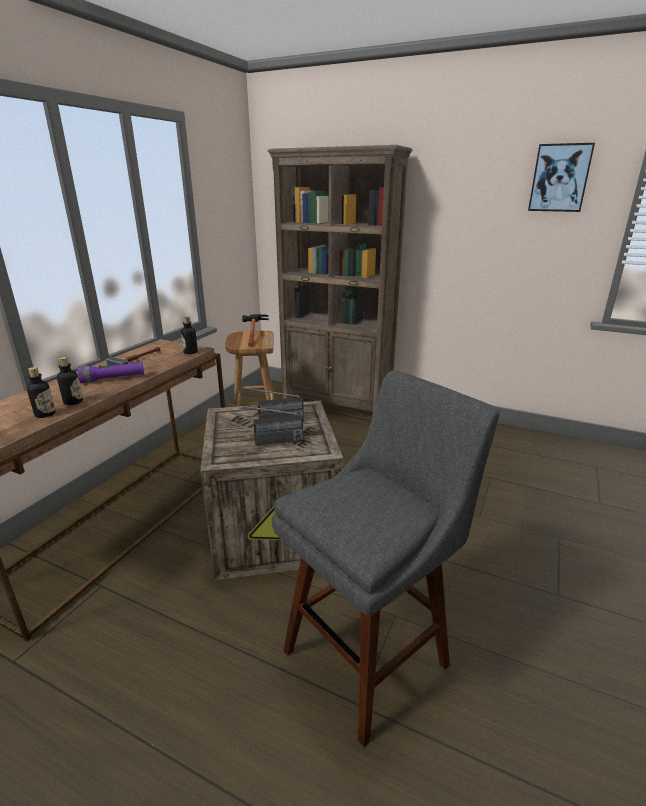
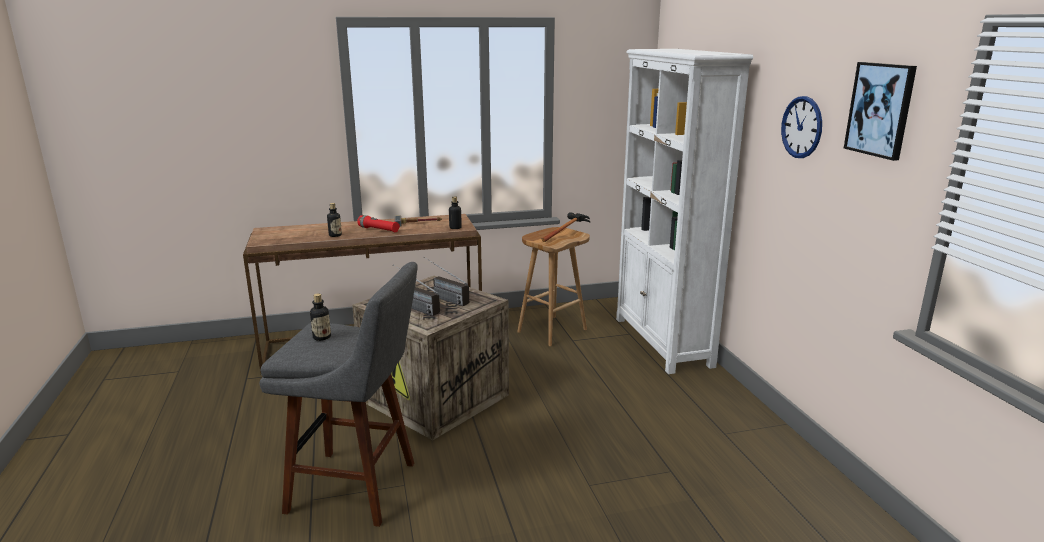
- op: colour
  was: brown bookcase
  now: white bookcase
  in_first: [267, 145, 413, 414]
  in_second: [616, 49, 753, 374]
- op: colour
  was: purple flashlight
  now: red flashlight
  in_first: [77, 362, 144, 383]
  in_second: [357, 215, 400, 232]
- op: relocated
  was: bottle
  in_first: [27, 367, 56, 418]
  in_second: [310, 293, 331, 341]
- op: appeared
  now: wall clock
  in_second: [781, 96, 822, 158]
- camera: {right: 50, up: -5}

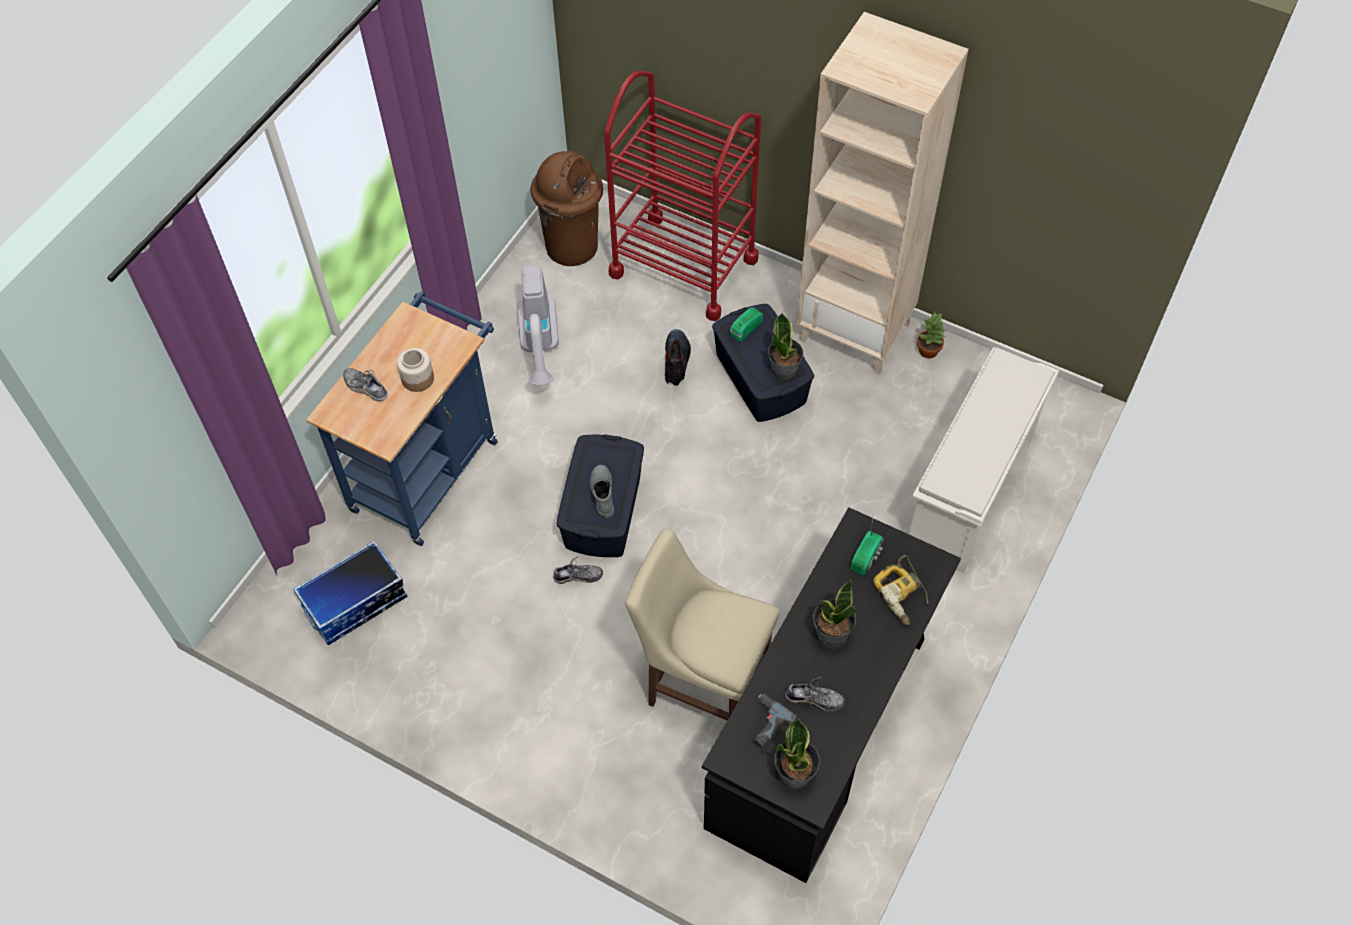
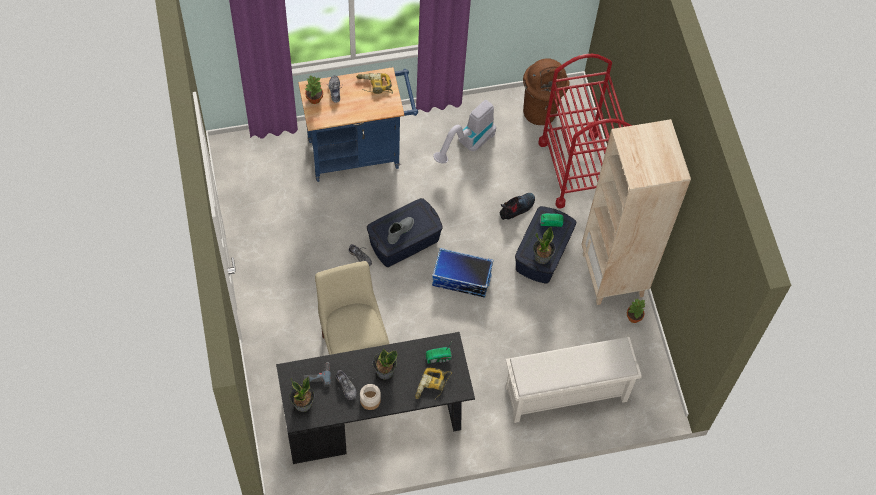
- op: relocated
  was: jar
  in_first: [397, 348, 434, 392]
  in_second: [360, 384, 381, 410]
- op: relocated
  was: storage box
  in_first: [293, 540, 407, 645]
  in_second: [432, 248, 493, 298]
- op: appeared
  now: power drill
  in_second: [356, 73, 393, 94]
- op: appeared
  now: potted plant
  in_second: [305, 76, 323, 104]
- camera: {right: 45, up: 5}

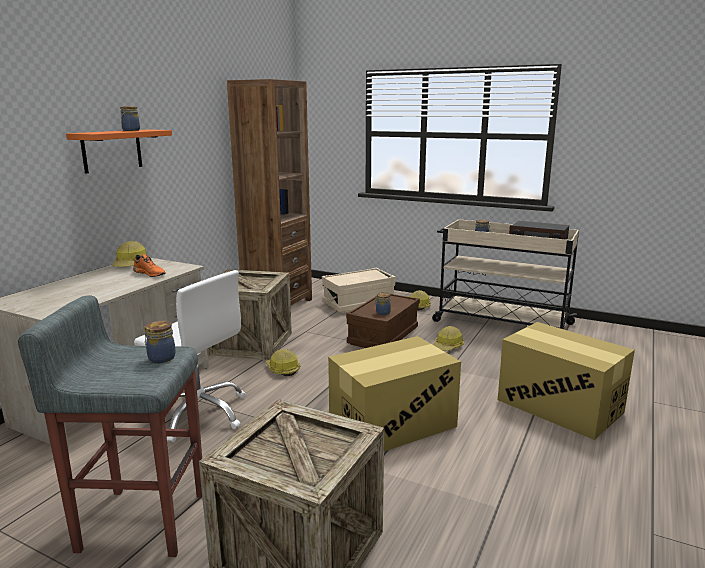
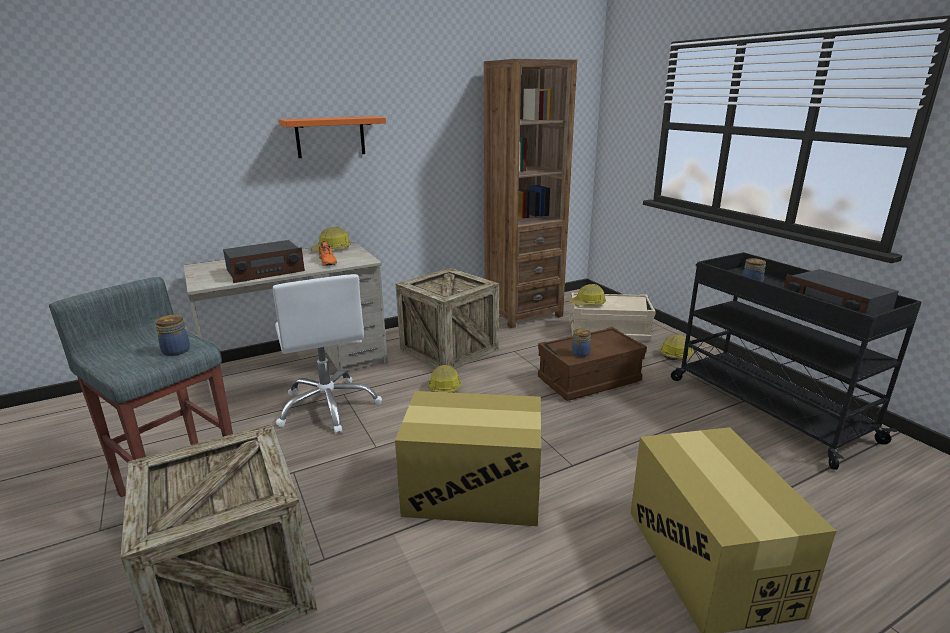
- op: missing
  was: jar
  in_first: [120, 106, 140, 131]
- op: colour
  was: beige cart
  now: black cart
  in_first: [432, 219, 579, 329]
  in_second: [671, 252, 922, 470]
- op: relocated
  was: hard hat
  in_first: [433, 326, 464, 351]
  in_second: [569, 284, 606, 306]
- op: appeared
  now: radio
  in_second: [223, 240, 305, 283]
- camera: {right: 35, up: 5}

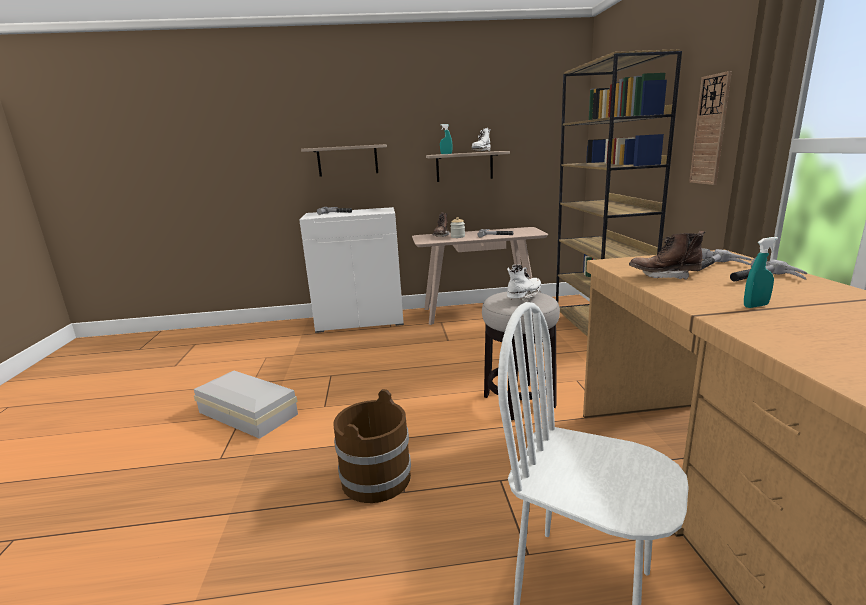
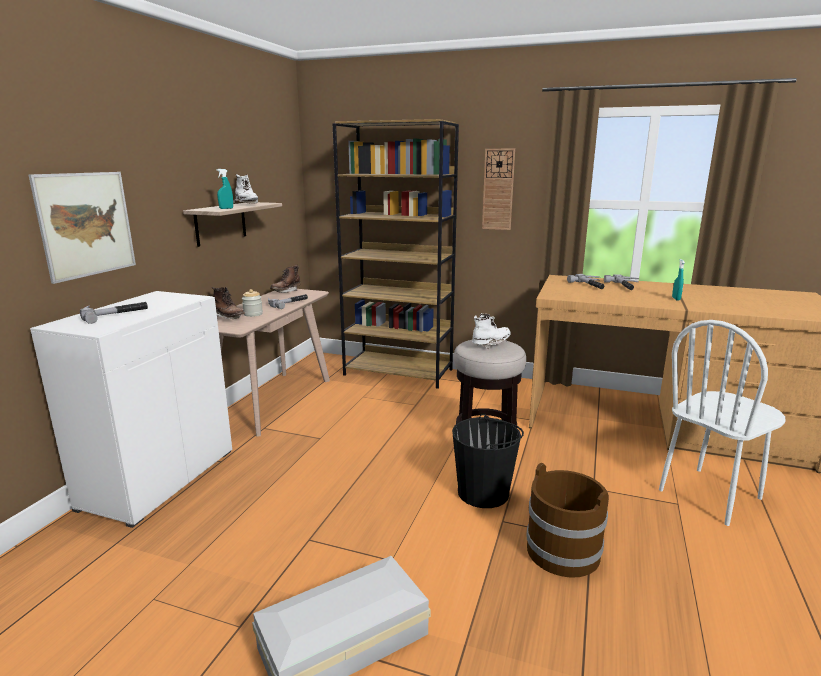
- op: exchanged
  was: shelf
  now: picture
  in_first: [301, 144, 387, 177]
  in_second: [28, 172, 136, 284]
- op: relocated
  was: brown boot
  in_first: [629, 231, 705, 280]
  in_second: [270, 265, 301, 293]
- op: spun
  was: white boot
  in_first: [507, 265, 541, 302]
  in_second: [472, 313, 510, 349]
  clockwise: 75
- op: appeared
  now: black bucket
  in_second: [452, 414, 524, 508]
- camera: {right: -65, up: 0}

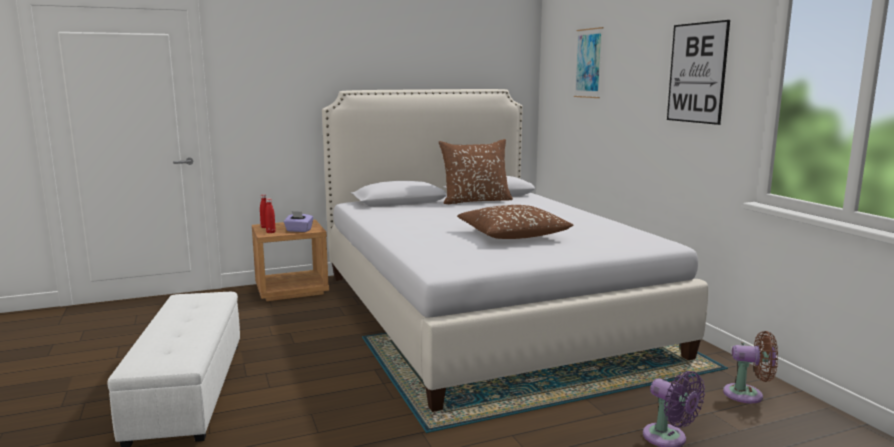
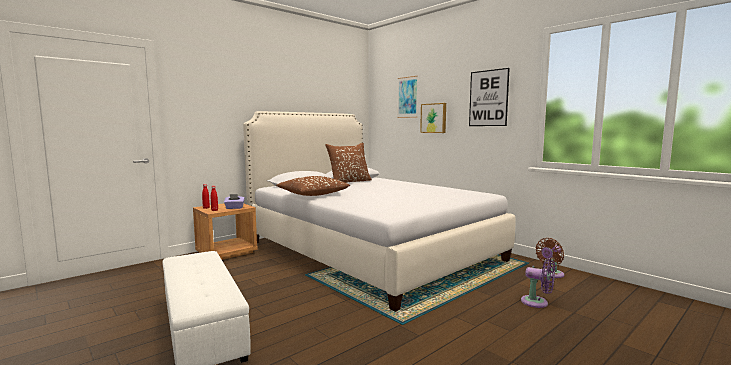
- op: relocated
  was: brown pillow
  in_first: [457, 205, 573, 239]
  in_second: [276, 176, 350, 196]
- op: spun
  was: brown fan
  in_first: [723, 331, 778, 403]
  in_second: [535, 238, 565, 278]
  clockwise: 150
- op: appeared
  now: picture
  in_second: [420, 103, 446, 133]
- camera: {right: -20, up: -5}

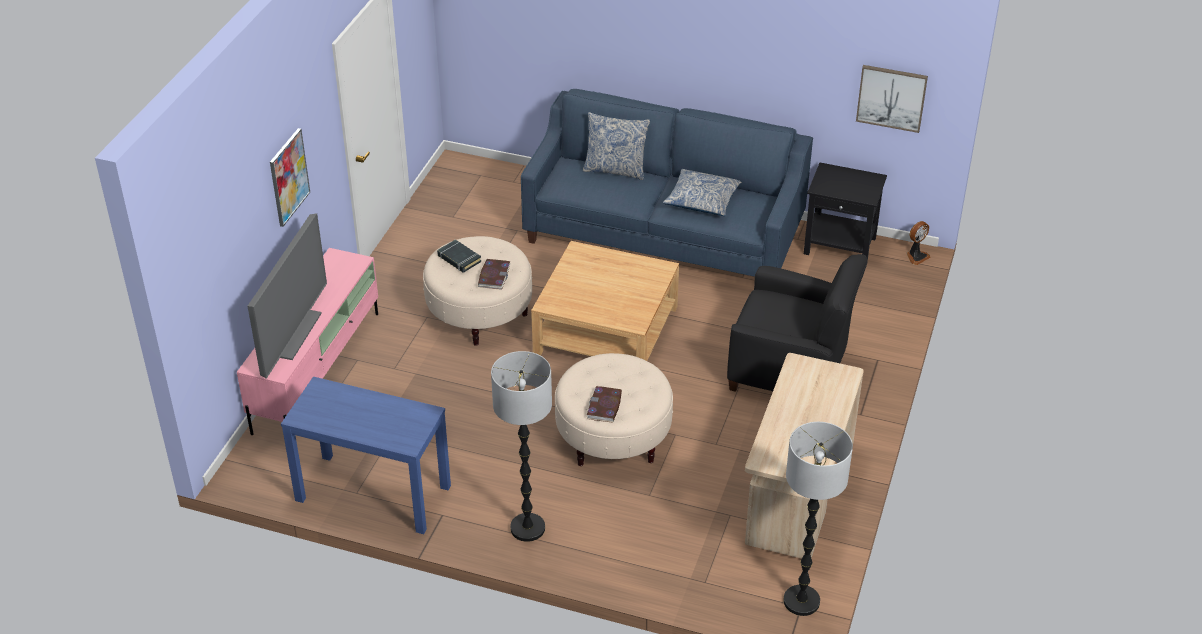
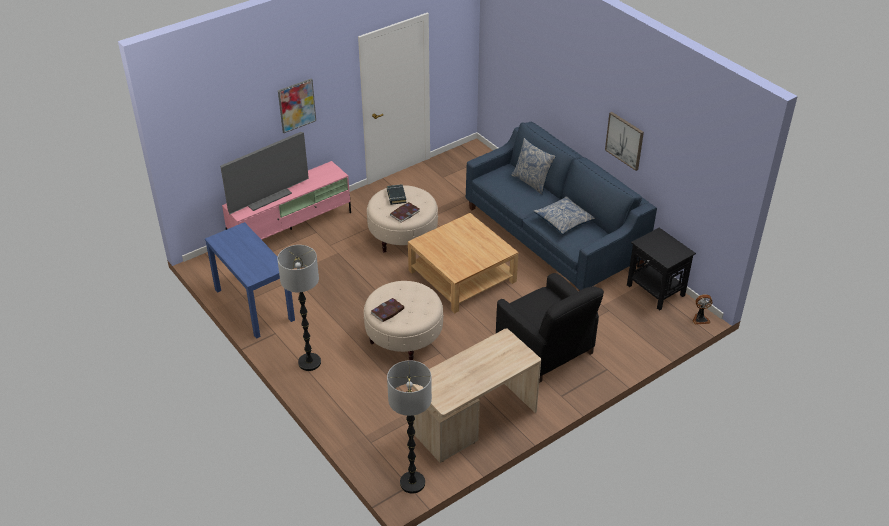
- op: relocated
  was: picture
  in_first: [856, 65, 928, 133]
  in_second: [605, 112, 644, 171]
- camera: {right: 35, up: 0}

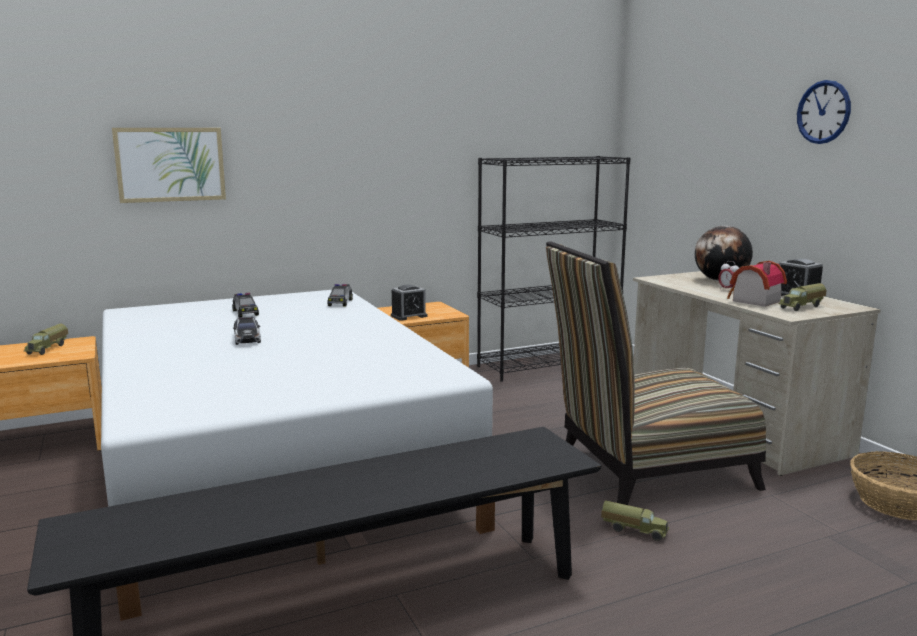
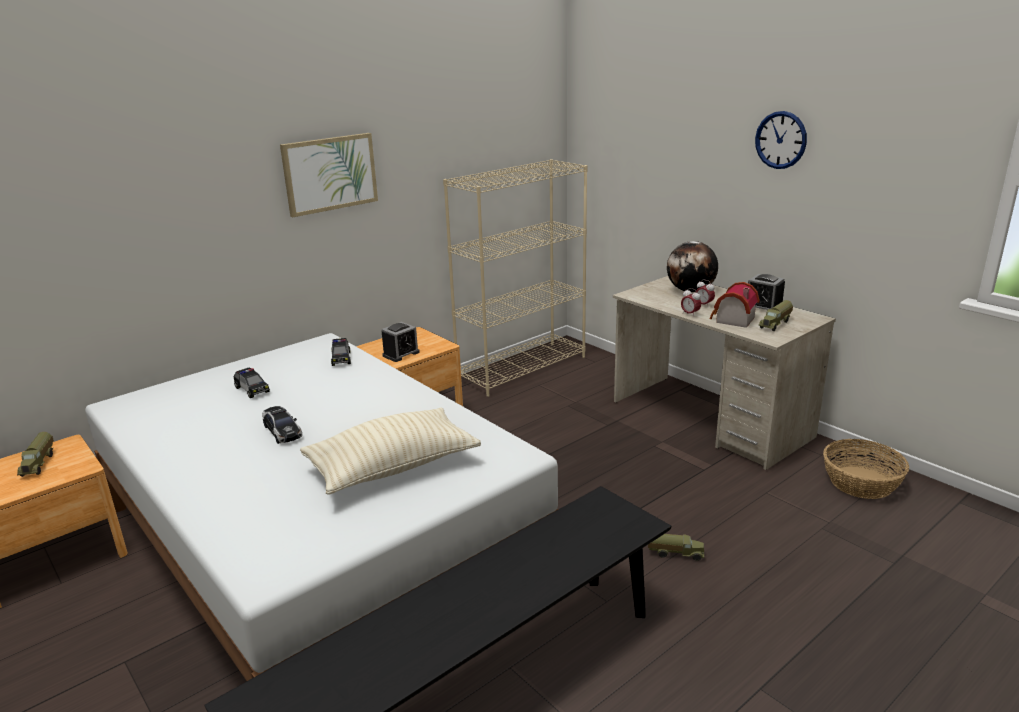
- op: relocated
  was: picture
  in_first: [112, 128, 226, 203]
  in_second: [280, 133, 378, 217]
- op: colour
  was: black bookcase
  now: beige bookcase
  in_first: [477, 156, 630, 382]
  in_second: [443, 159, 588, 397]
- op: missing
  was: chair
  in_first: [546, 241, 766, 505]
- op: appeared
  now: alarm clock
  in_second: [681, 288, 701, 315]
- op: appeared
  now: beige pillow
  in_second: [300, 407, 481, 495]
- camera: {right: -15, up: 10}

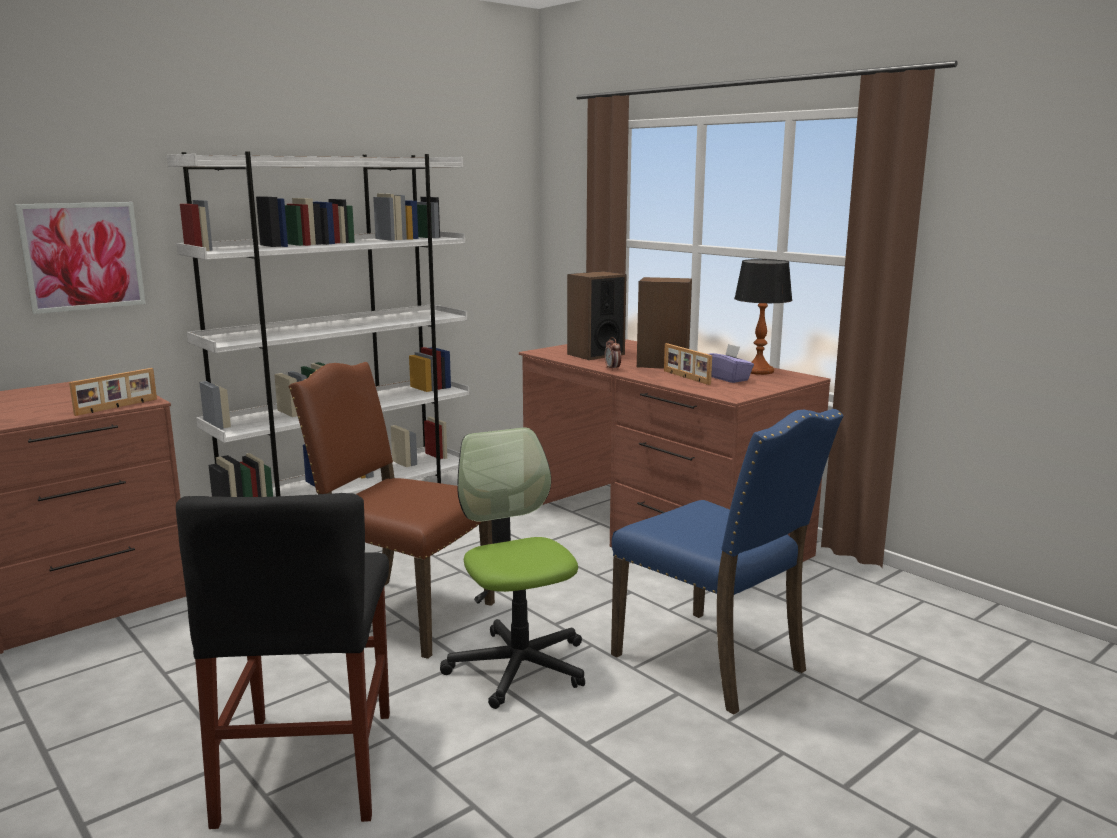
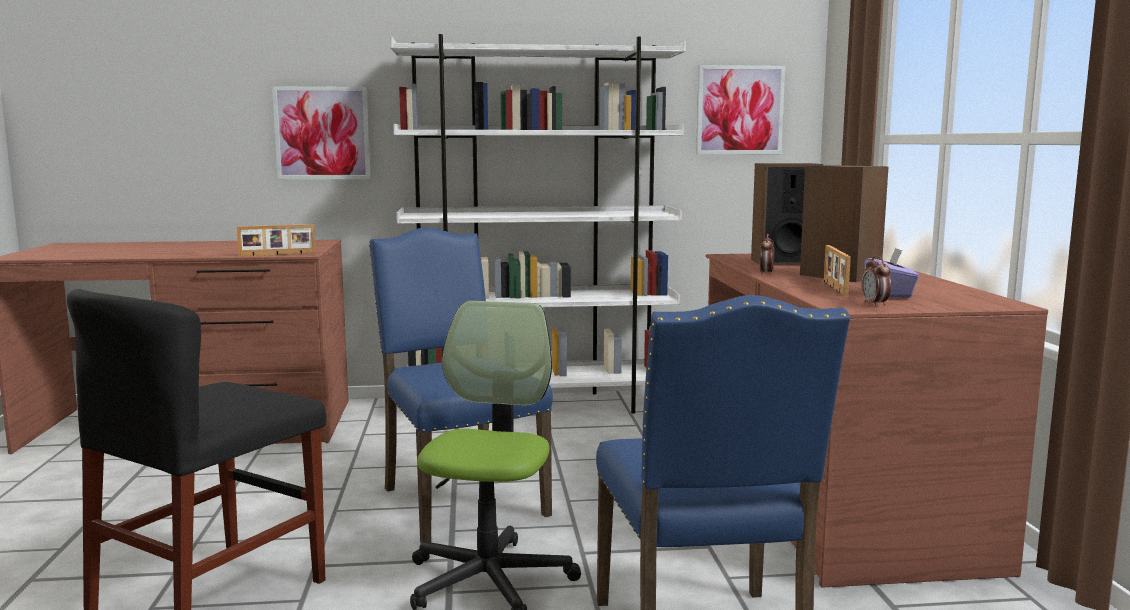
- op: missing
  was: table lamp
  in_first: [734, 259, 792, 375]
- op: colour
  was: brown chair
  now: blue chair
  in_first: [289, 362, 495, 659]
  in_second: [369, 227, 553, 543]
- op: appeared
  now: picture
  in_second: [696, 65, 785, 154]
- op: appeared
  now: alarm clock
  in_second: [862, 255, 891, 307]
- camera: {right: 35, up: -5}

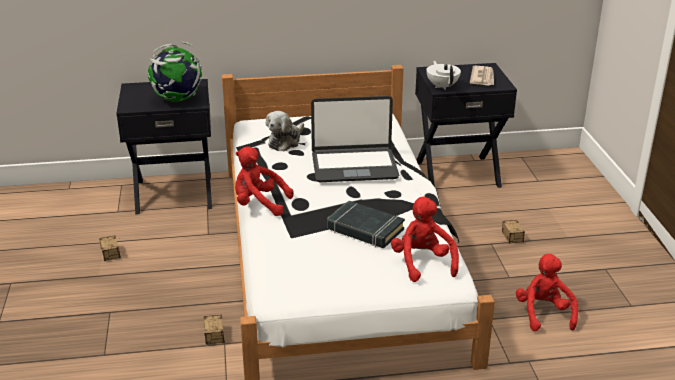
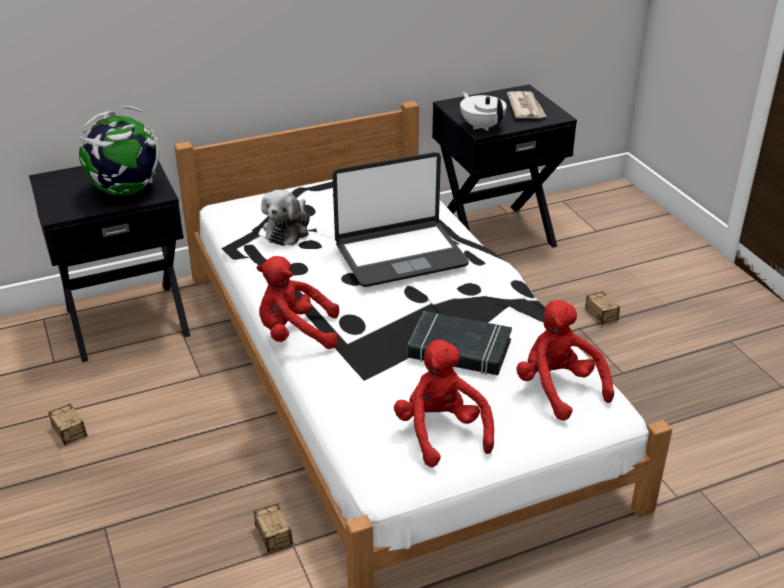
- op: relocated
  was: red plush toy
  in_first: [516, 254, 579, 331]
  in_second: [394, 340, 494, 467]
- camera: {right: -15, up: 5}

